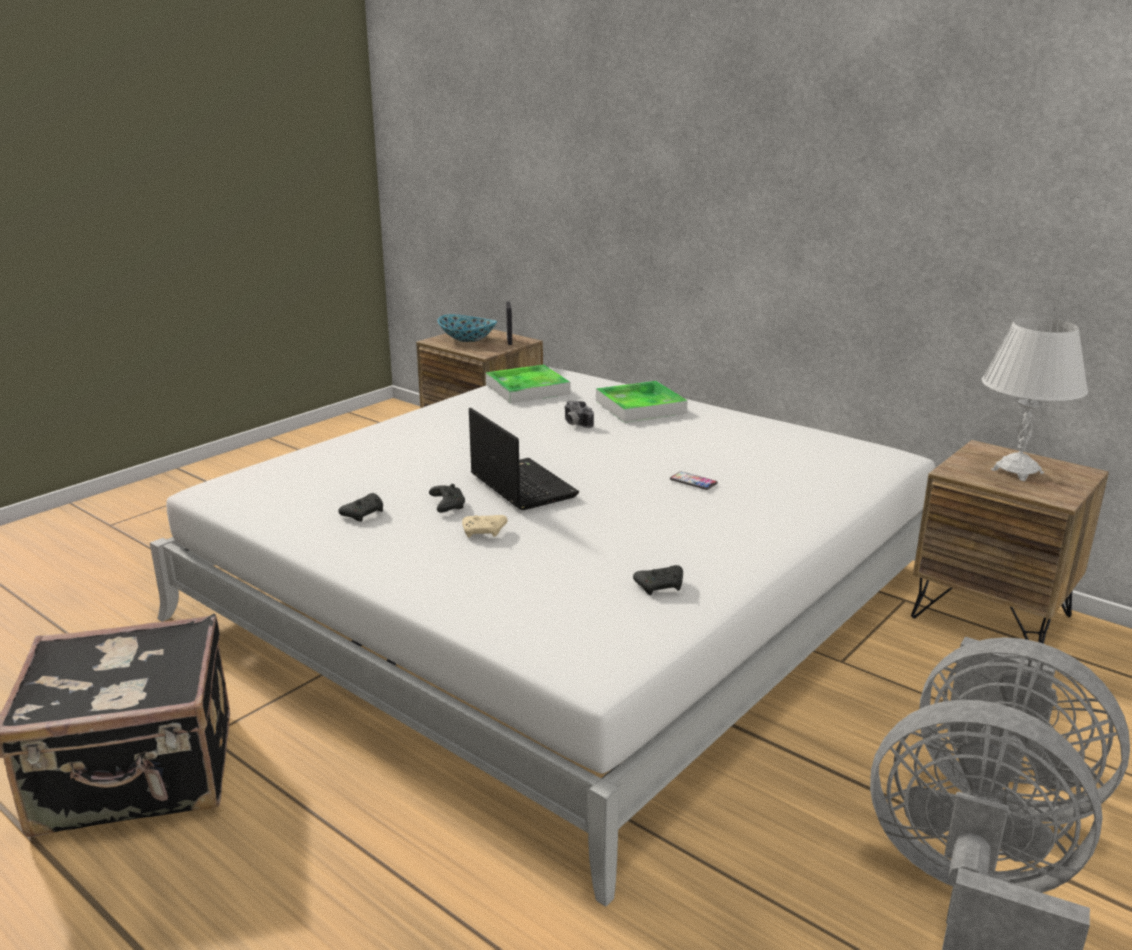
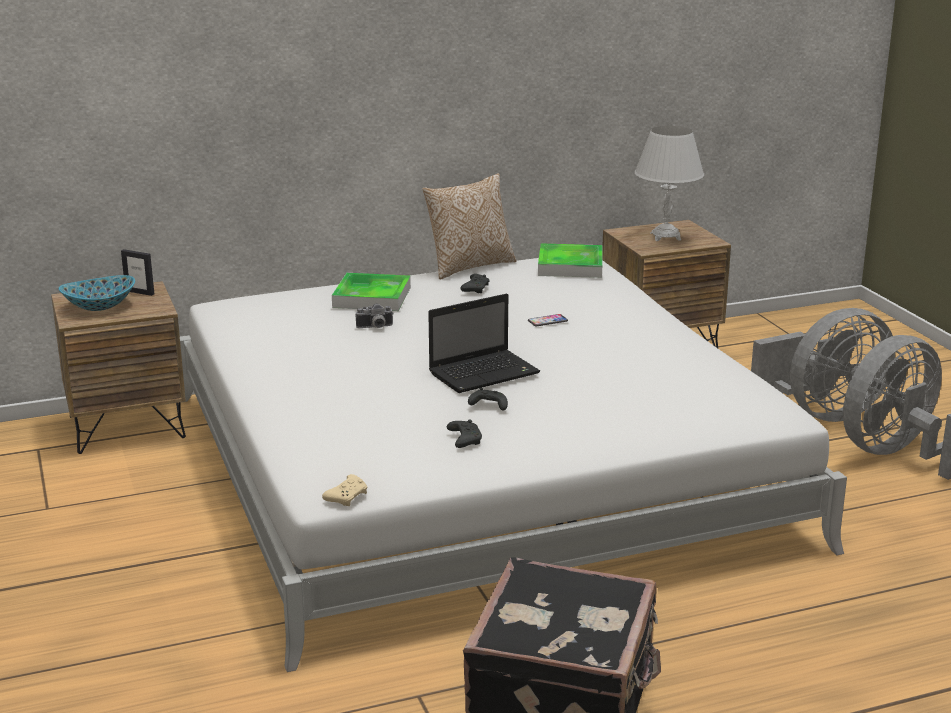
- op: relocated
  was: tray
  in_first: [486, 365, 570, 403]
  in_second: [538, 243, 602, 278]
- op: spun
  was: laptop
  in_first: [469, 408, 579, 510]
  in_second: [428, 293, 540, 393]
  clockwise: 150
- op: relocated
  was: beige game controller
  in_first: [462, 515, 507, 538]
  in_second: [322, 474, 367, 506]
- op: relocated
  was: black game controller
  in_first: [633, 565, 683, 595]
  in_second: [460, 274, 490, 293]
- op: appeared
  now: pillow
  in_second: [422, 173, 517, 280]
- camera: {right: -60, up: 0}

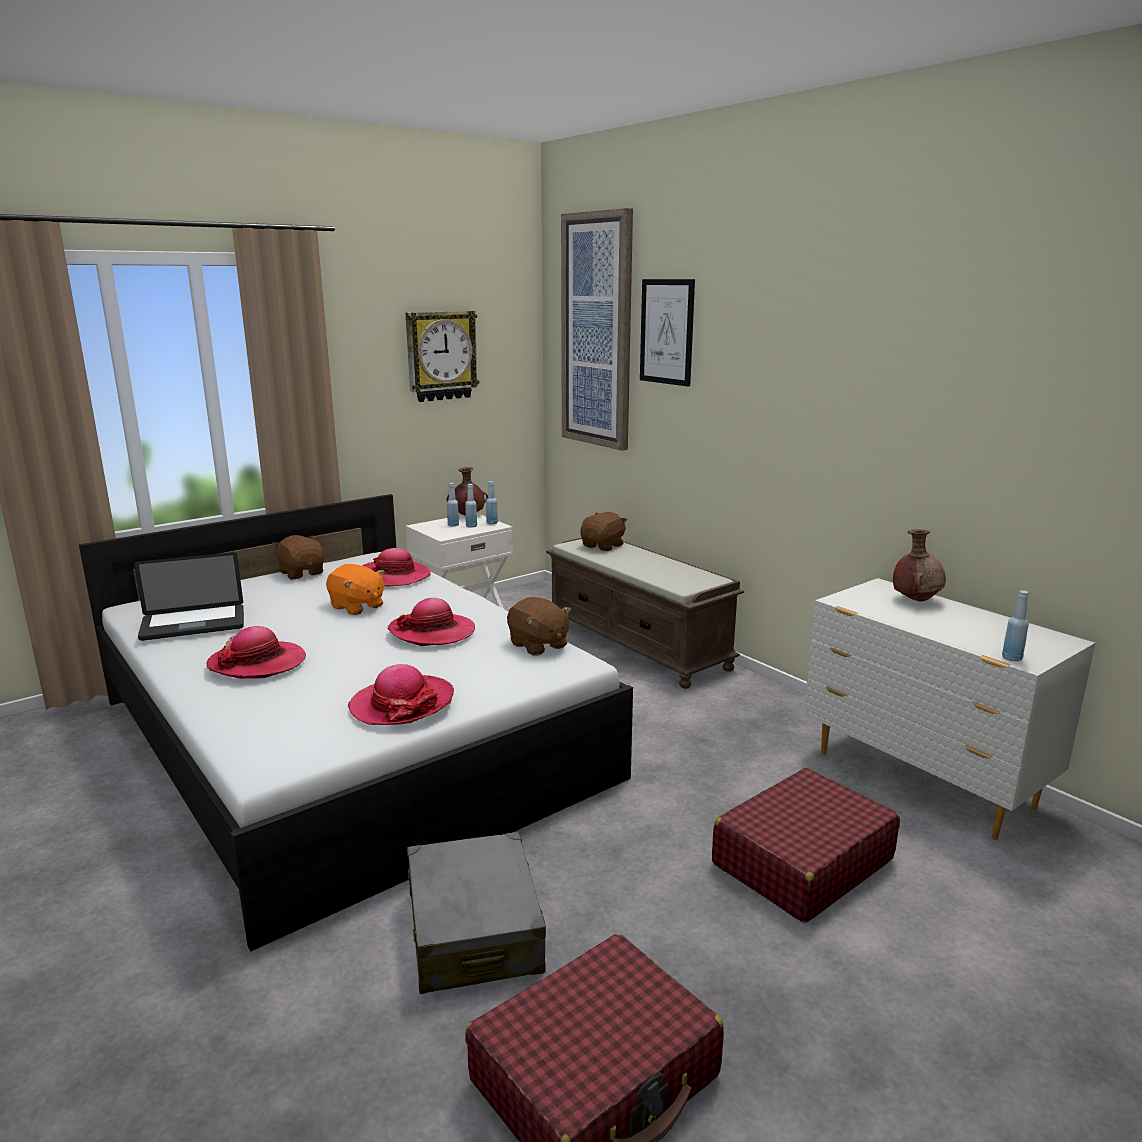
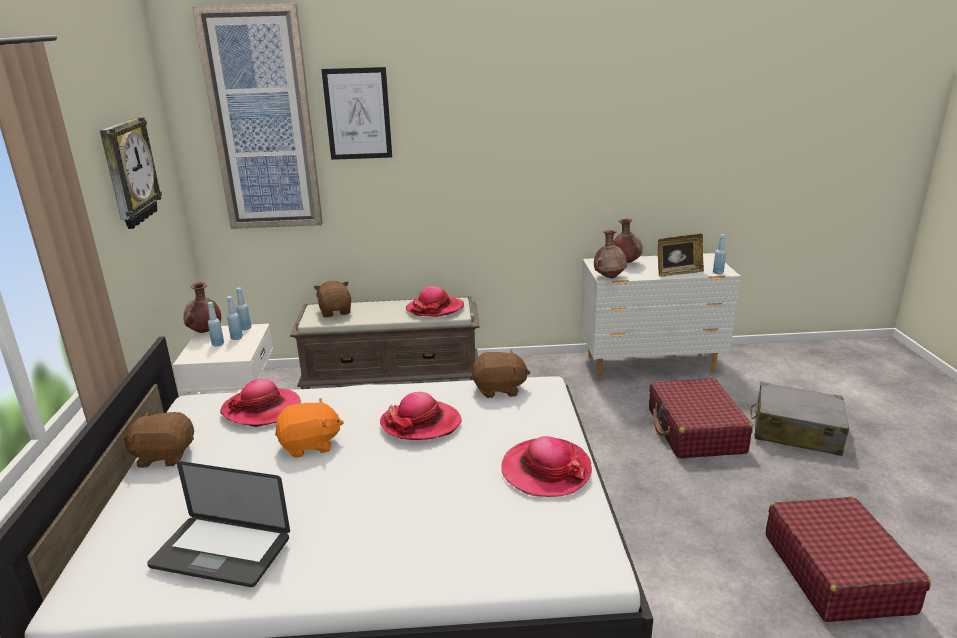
- op: spun
  was: laptop
  in_first: [134, 552, 244, 641]
  in_second: [147, 461, 290, 587]
  clockwise: 90
- op: relocated
  was: hat
  in_first: [206, 626, 306, 679]
  in_second: [406, 286, 464, 317]
- op: relocated
  was: grey suitcase
  in_first: [407, 832, 546, 994]
  in_second: [750, 382, 849, 456]
- op: appeared
  now: brown vase
  in_second: [594, 230, 627, 278]
- op: appeared
  now: picture frame
  in_second: [658, 234, 704, 277]
- camera: {right: -55, up: 5}

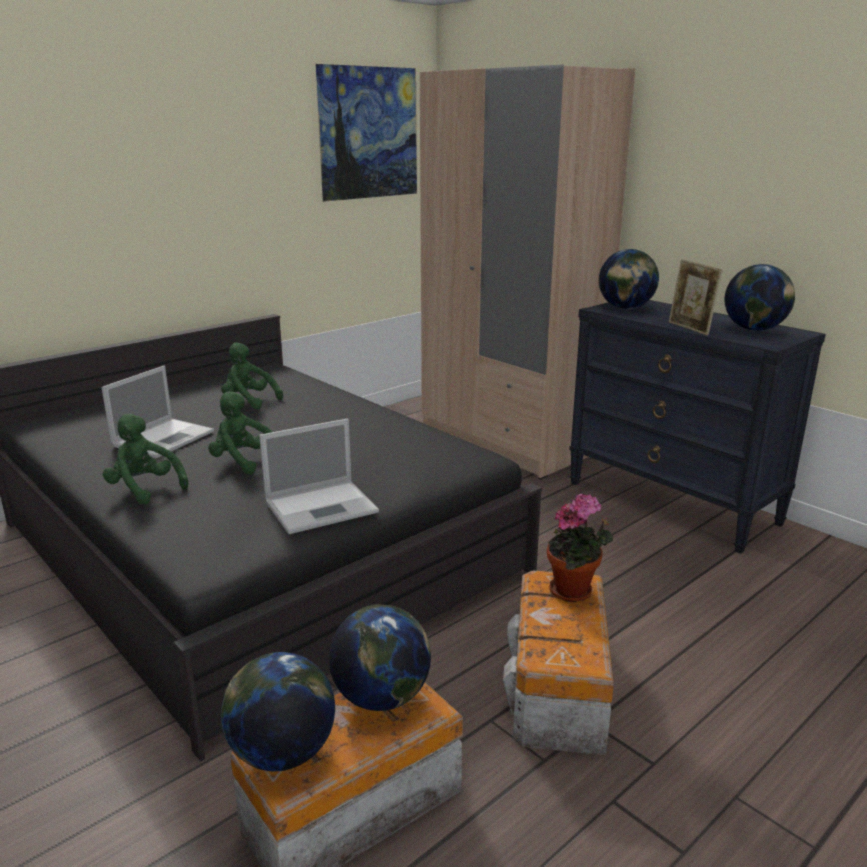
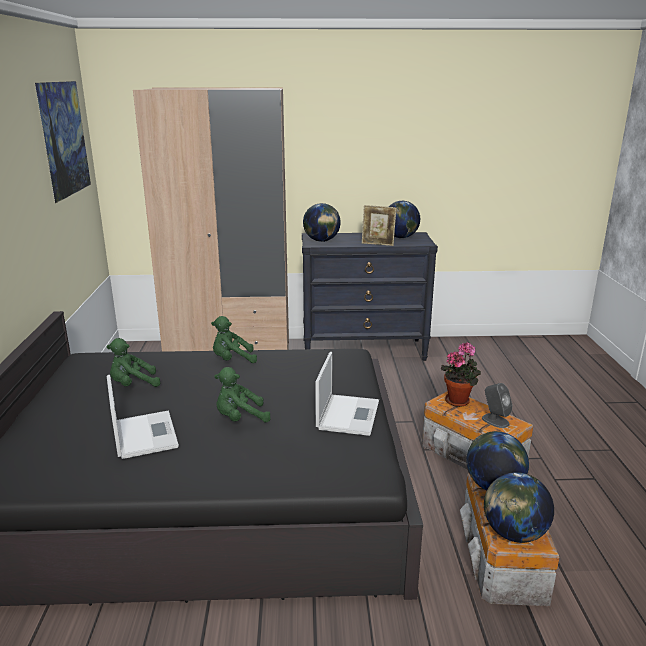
- op: relocated
  was: green plush toy
  in_first: [103, 414, 188, 505]
  in_second: [211, 316, 257, 363]
- op: appeared
  now: grey speaker
  in_second: [482, 383, 513, 428]
- camera: {right: -50, up: 0}

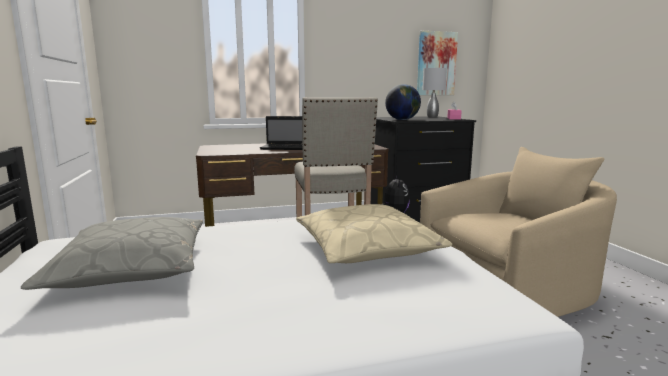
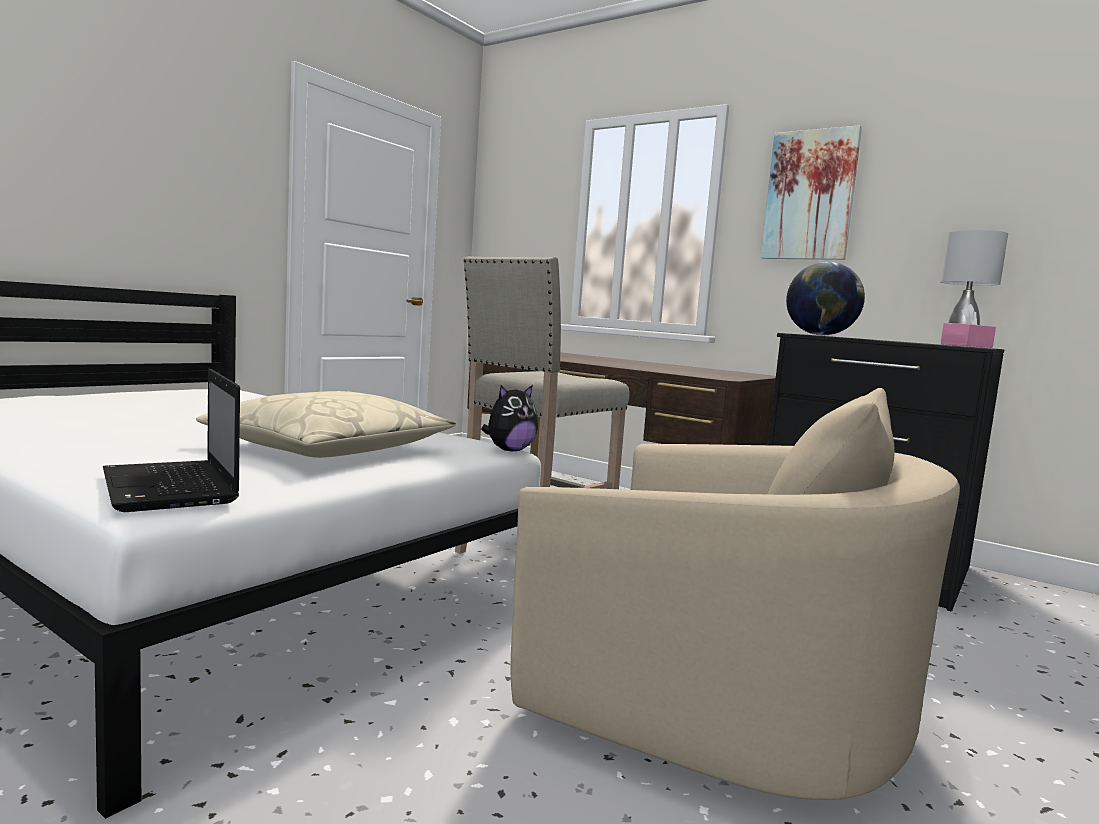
- op: relocated
  was: picture
  in_first: [417, 31, 458, 95]
  in_second: [761, 125, 862, 260]
- op: relocated
  was: laptop
  in_first: [260, 116, 303, 150]
  in_second: [103, 369, 240, 512]
- op: missing
  was: grey pillow
  in_first: [20, 217, 203, 290]
- camera: {right: 50, up: -5}

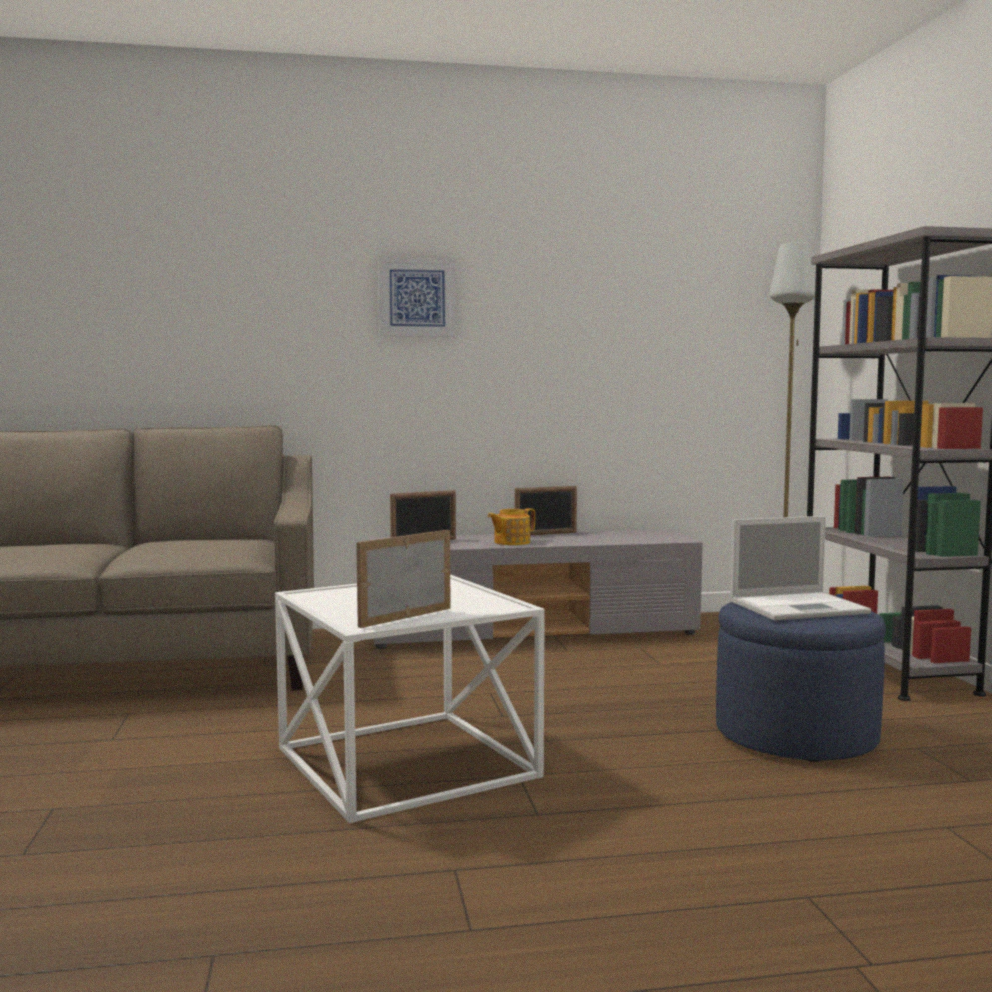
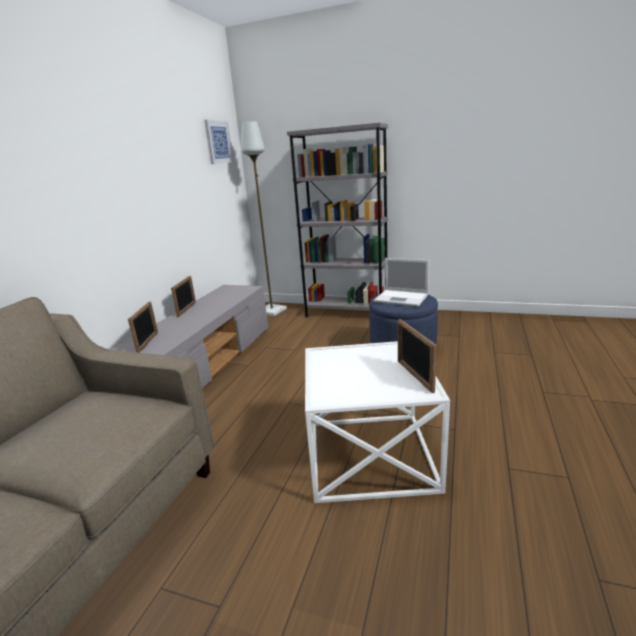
- op: relocated
  was: picture
  in_first: [378, 258, 455, 337]
  in_second: [204, 120, 234, 164]
- op: missing
  was: teapot
  in_first: [488, 508, 535, 545]
- op: spun
  was: laptop
  in_first: [730, 516, 871, 620]
  in_second: [374, 258, 429, 307]
  clockwise: 105
- camera: {right: -60, up: 15}

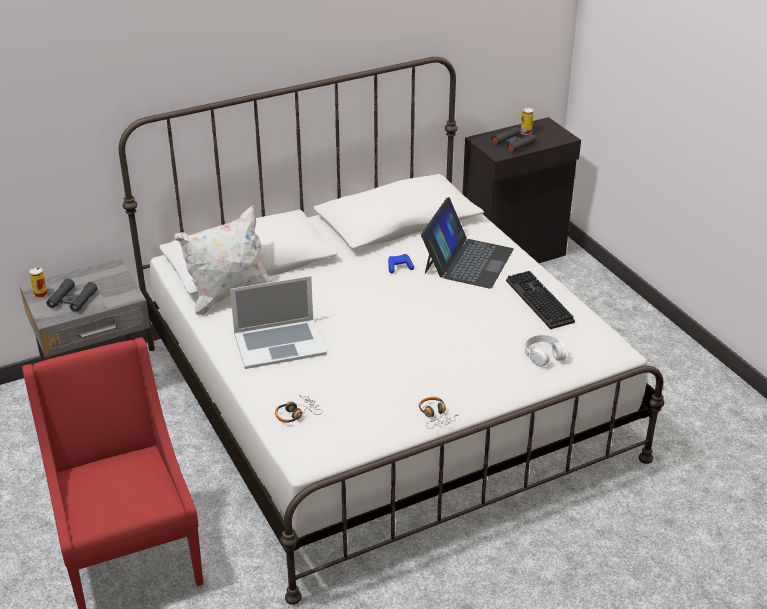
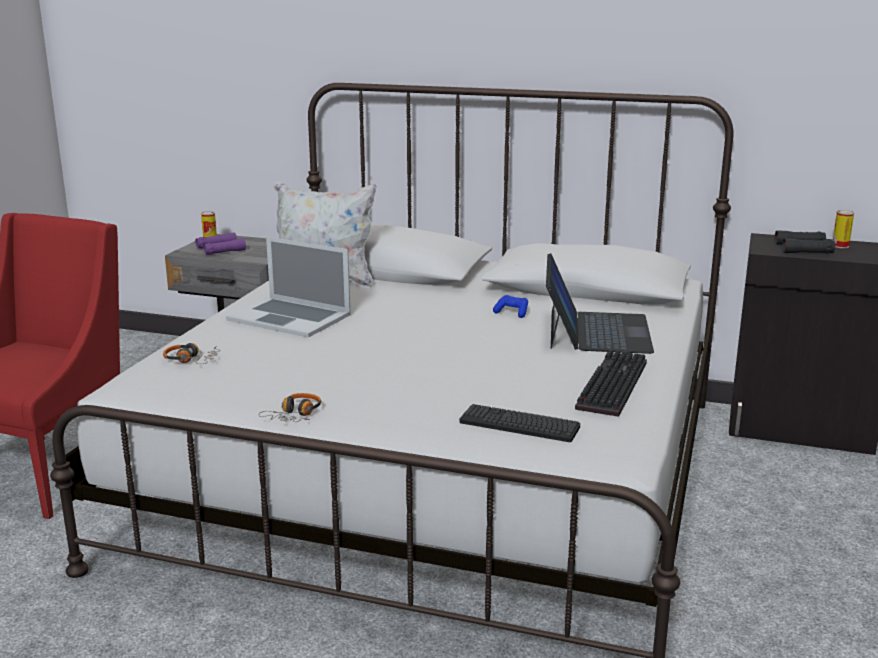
- op: spun
  was: laptop
  in_first: [421, 197, 514, 288]
  in_second: [546, 253, 654, 354]
  clockwise: -60
- op: colour
  was: black binoculars
  now: purple binoculars
  in_first: [46, 278, 97, 312]
  in_second: [195, 232, 246, 255]
- op: exchanged
  was: white headphones
  now: keyboard
  in_first: [525, 335, 566, 367]
  in_second: [460, 404, 580, 442]
- camera: {right: 45, up: -15}

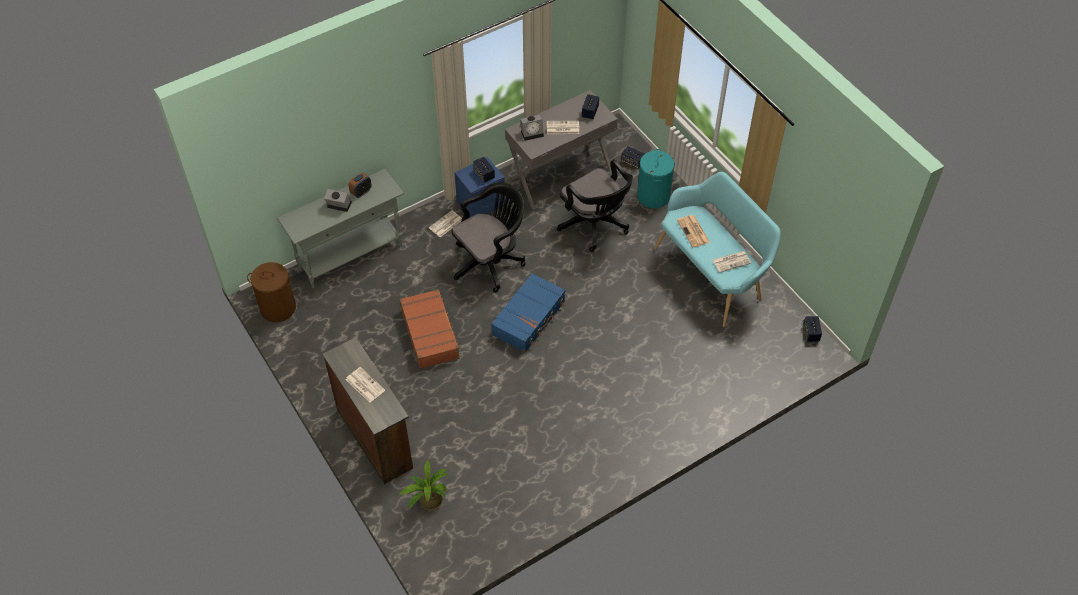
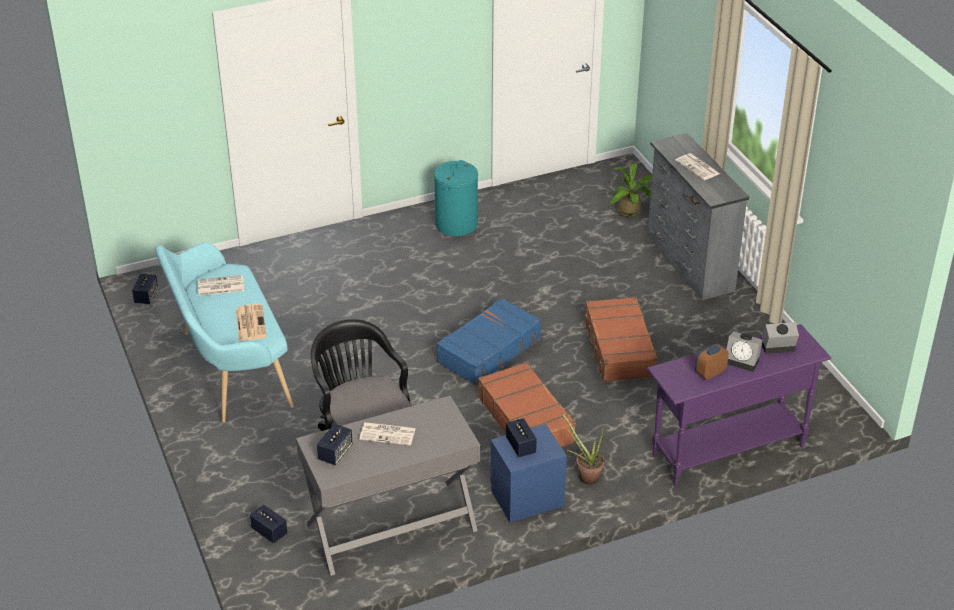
- op: relocated
  was: alarm clock
  in_first: [520, 115, 544, 141]
  in_second: [761, 322, 799, 354]
- op: relocated
  was: turquoise laundry basket
  in_first: [637, 149, 675, 208]
  in_second: [434, 160, 478, 236]
- op: colour
  was: grey console table
  now: purple console table
  in_first: [277, 169, 404, 288]
  in_second: [647, 324, 831, 487]
- op: exchanged
  was: black office chair
  now: brown suitcase
  in_first: [452, 182, 526, 293]
  in_second: [478, 362, 576, 447]
- op: exchanged
  was: newspaper
  now: potted plant
  in_first: [429, 210, 462, 237]
  in_second: [561, 412, 604, 485]
- op: missing
  was: brown laundry basket
  in_first: [247, 262, 296, 322]
- op: colour
  was: brown dresser
  now: grey dresser
  in_first: [322, 337, 413, 484]
  in_second: [647, 133, 749, 300]
- camera: {right: -170, up: -15}

